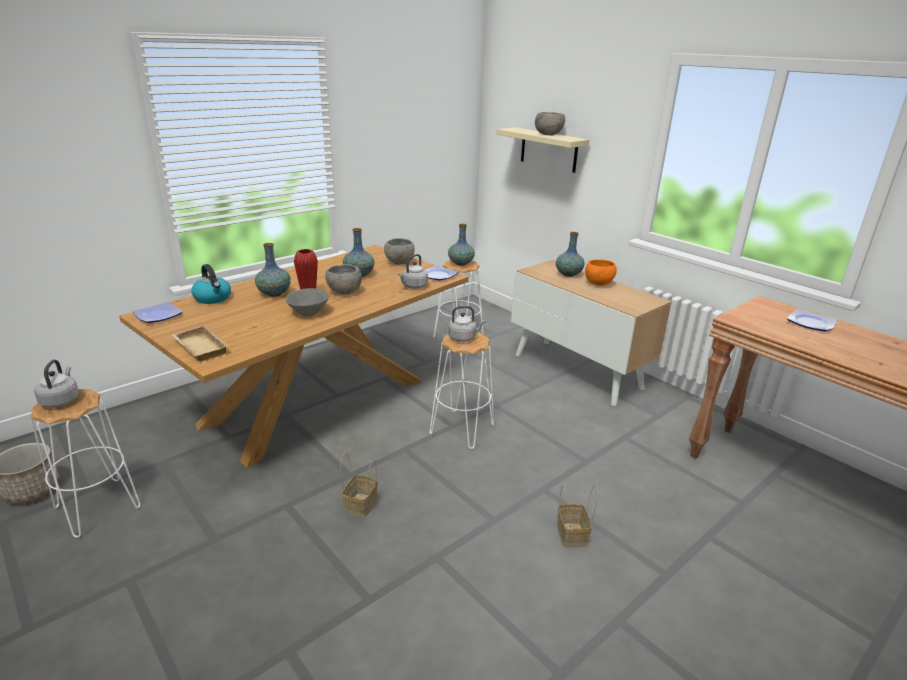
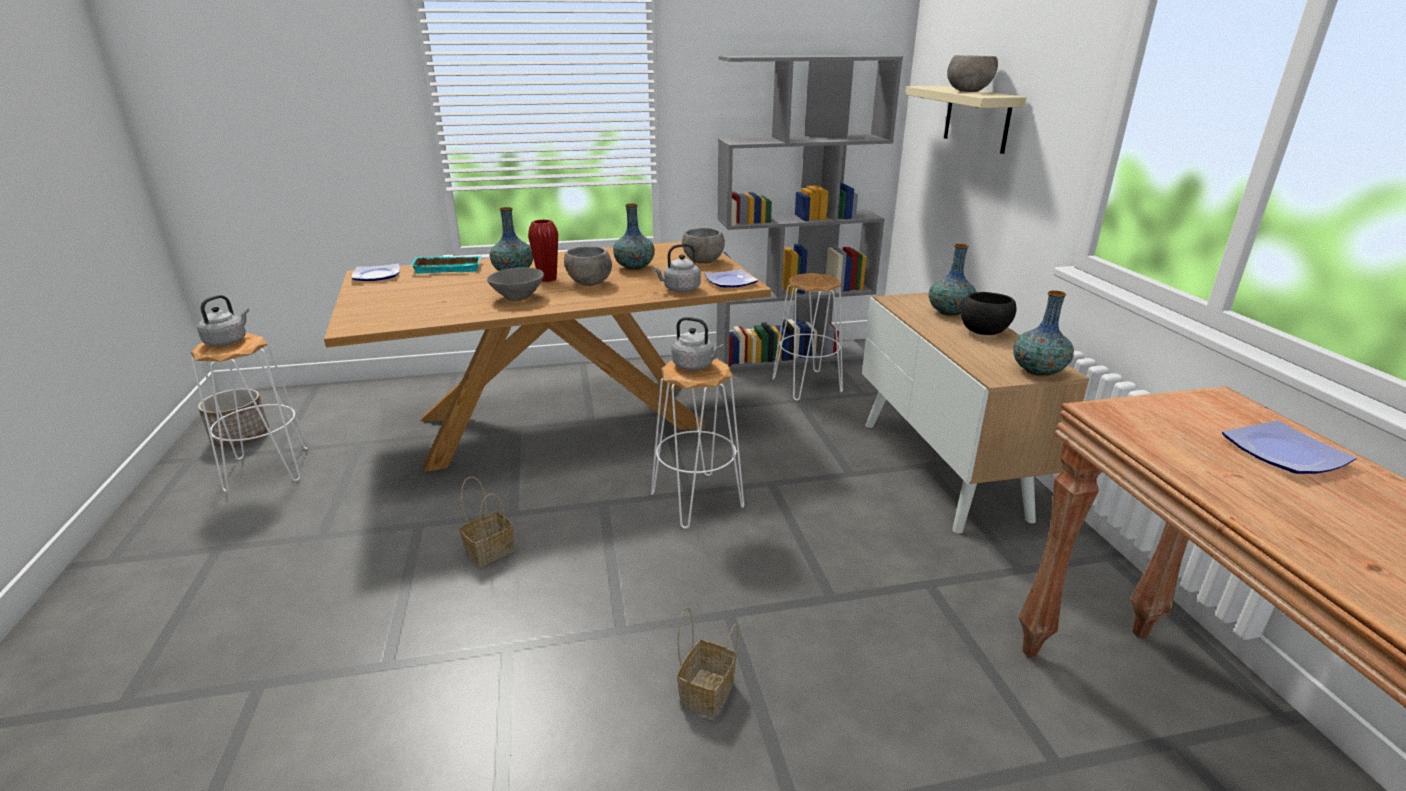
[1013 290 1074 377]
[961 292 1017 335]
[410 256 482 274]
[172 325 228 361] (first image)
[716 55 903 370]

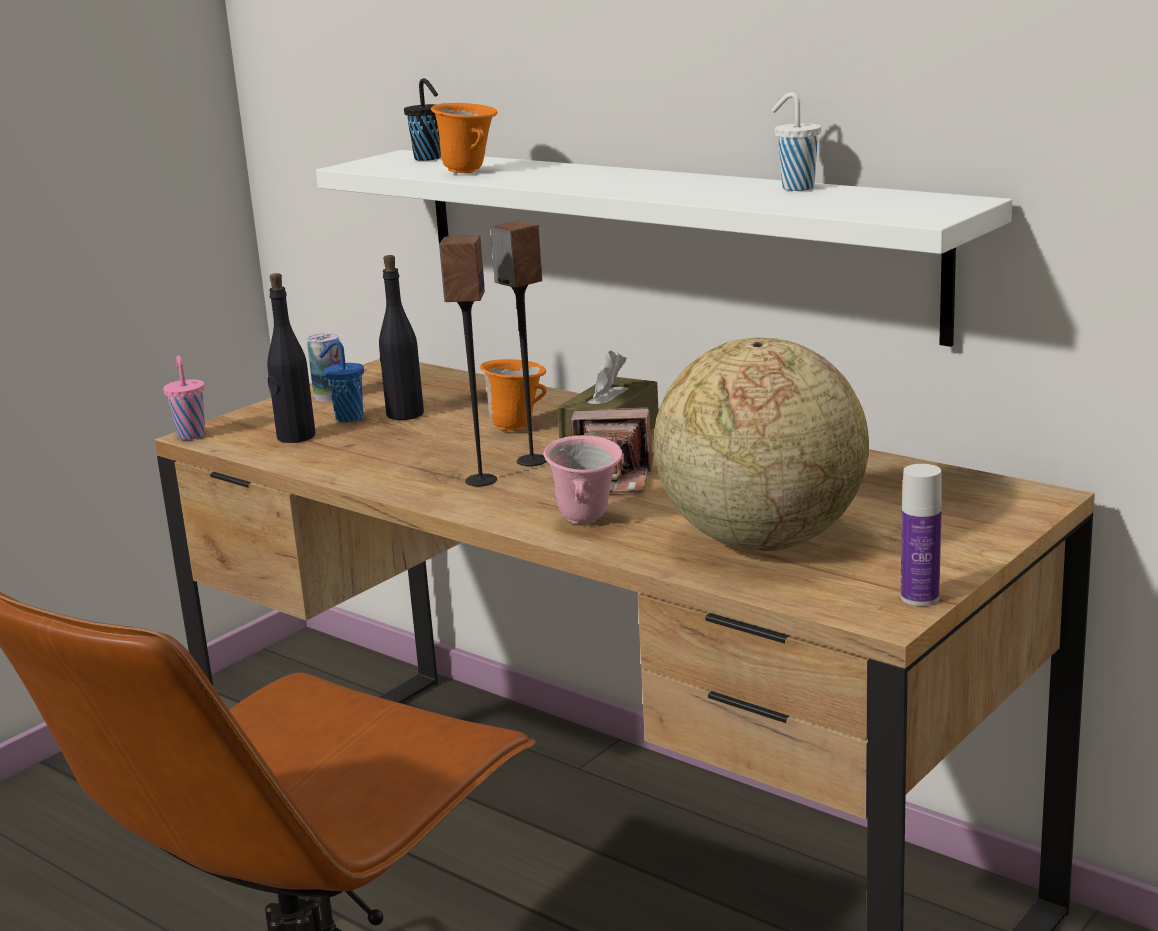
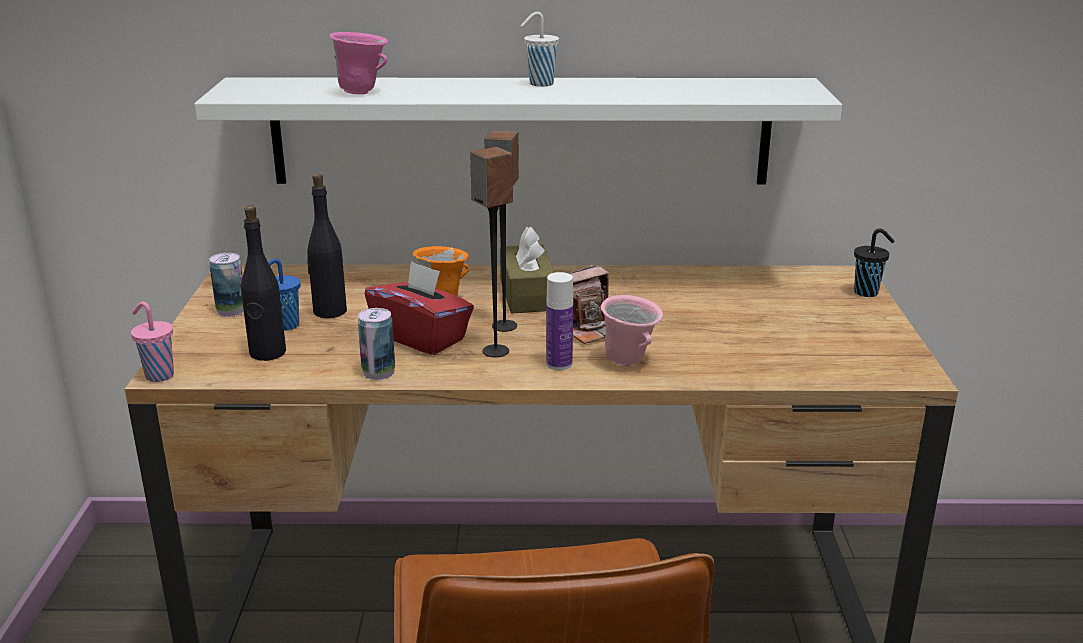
[854 229 895 297]
[521 12 559 87]
[329 32 388 94]
[654 337 869 551] (first image)
[546 272 573 370]
[364 261 474 355]
[358 308 395 380]

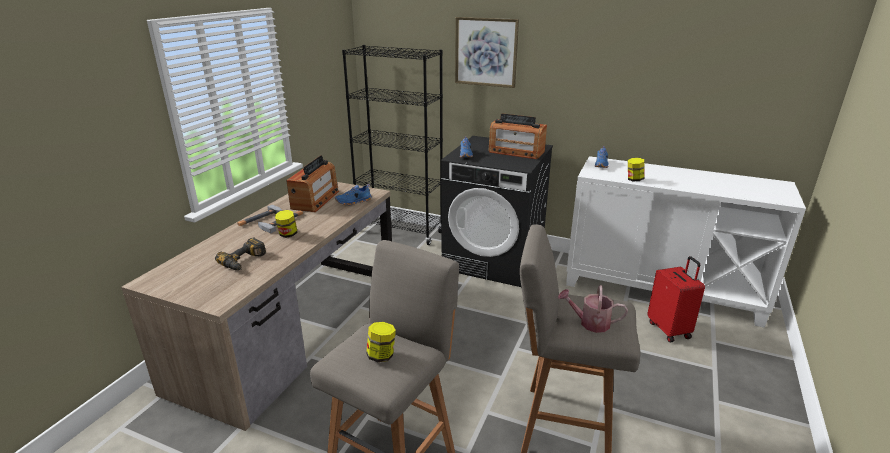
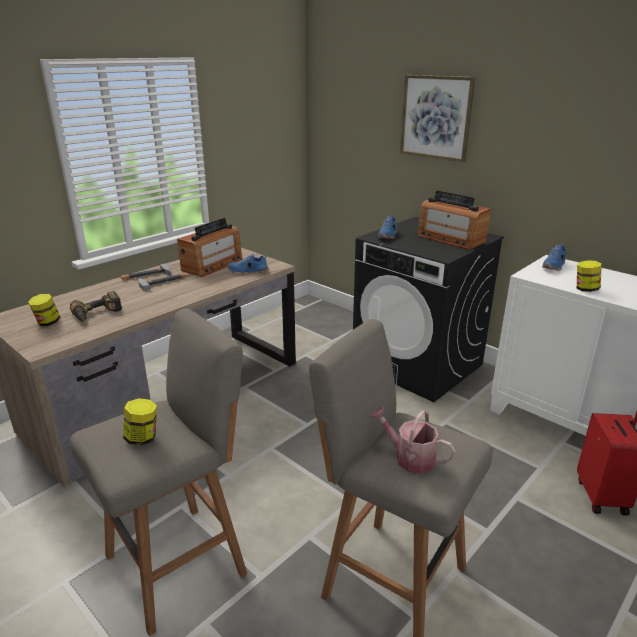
[342 45 443 245] (first image)
[28 294 61 326]

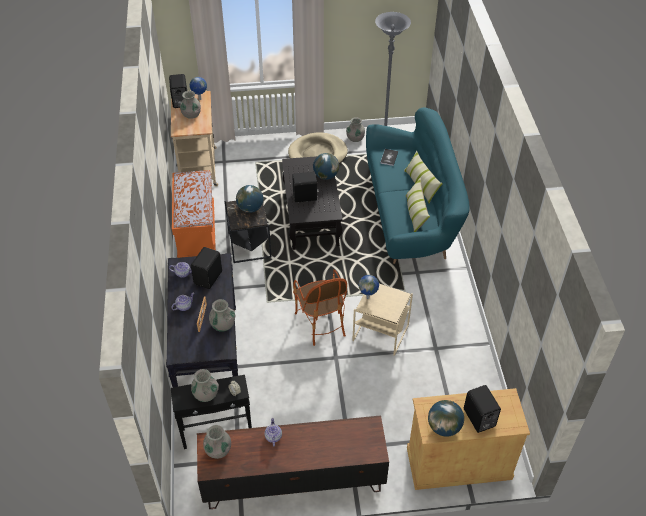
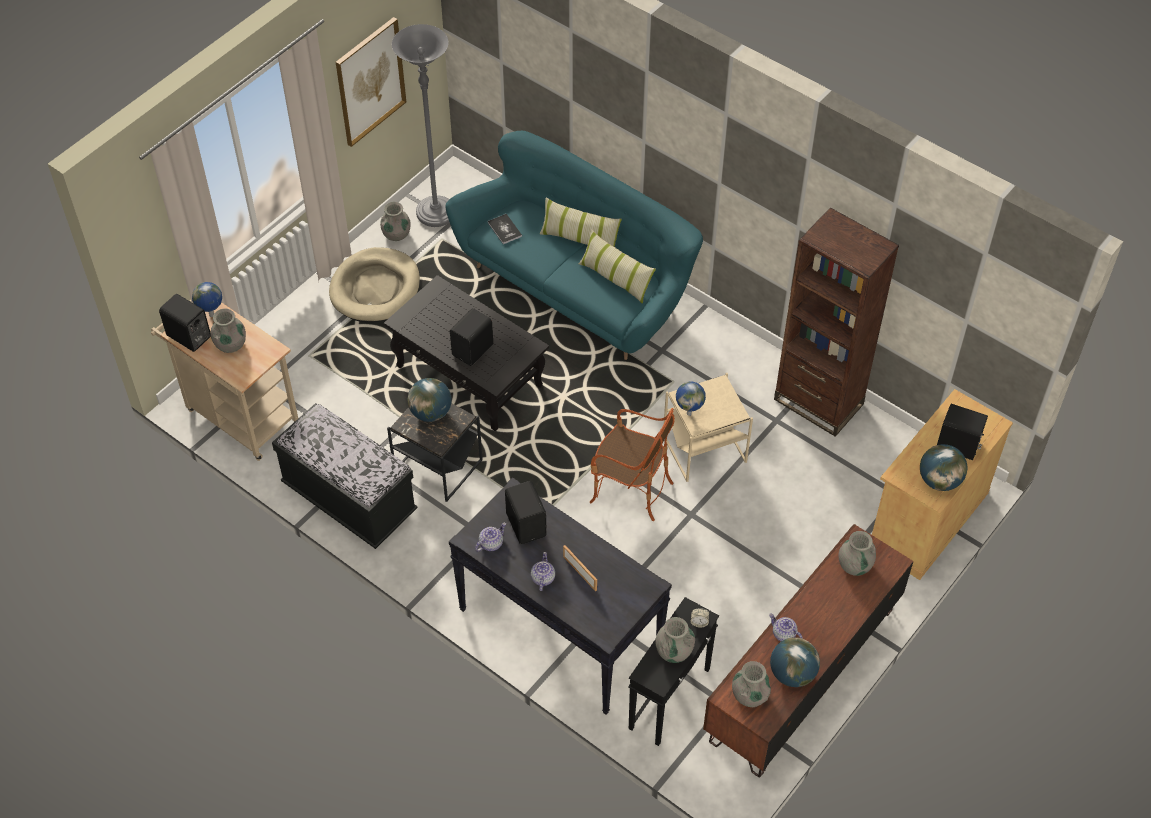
[770 637 820 687]
[272 403 417 549]
[838 531 876 576]
[336 17 406 147]
[774 207 899 437]

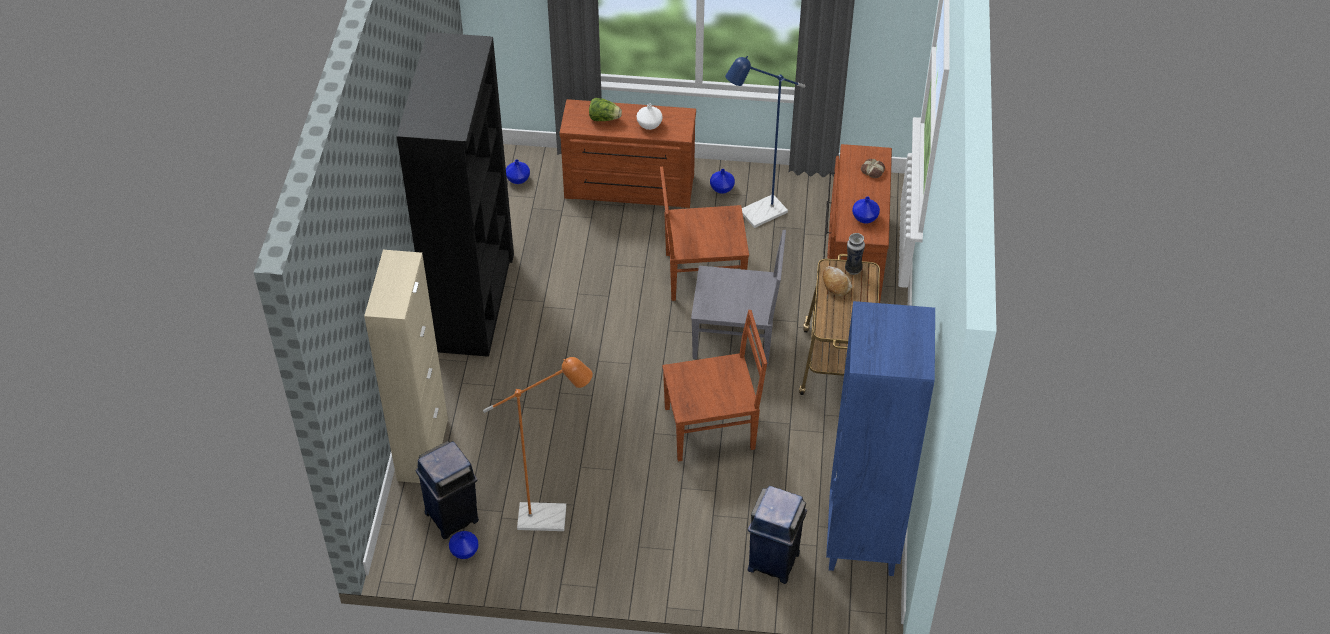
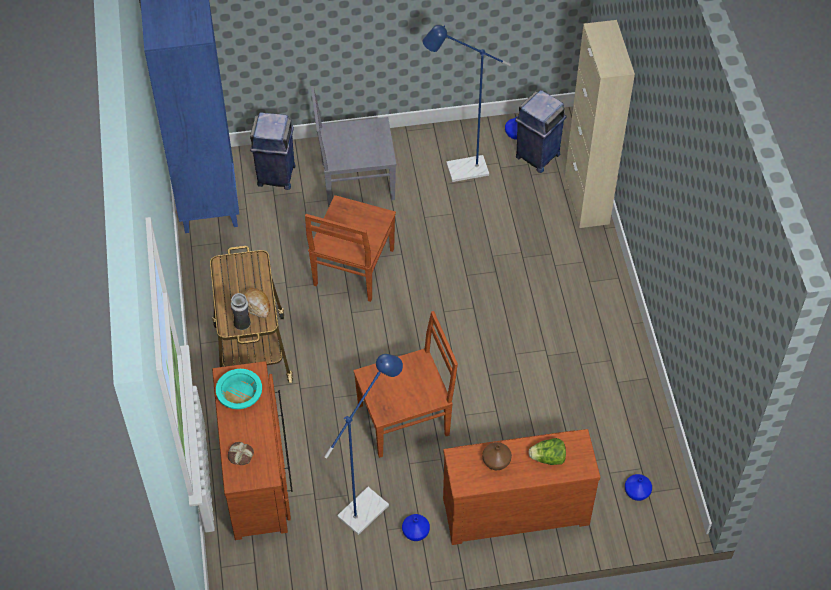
[396 32 514 357] (first image)
[482 442 512 470]
[216 369 262 409]
[311 86 396 207]
[305 195 396 302]
[422 25 511 182]

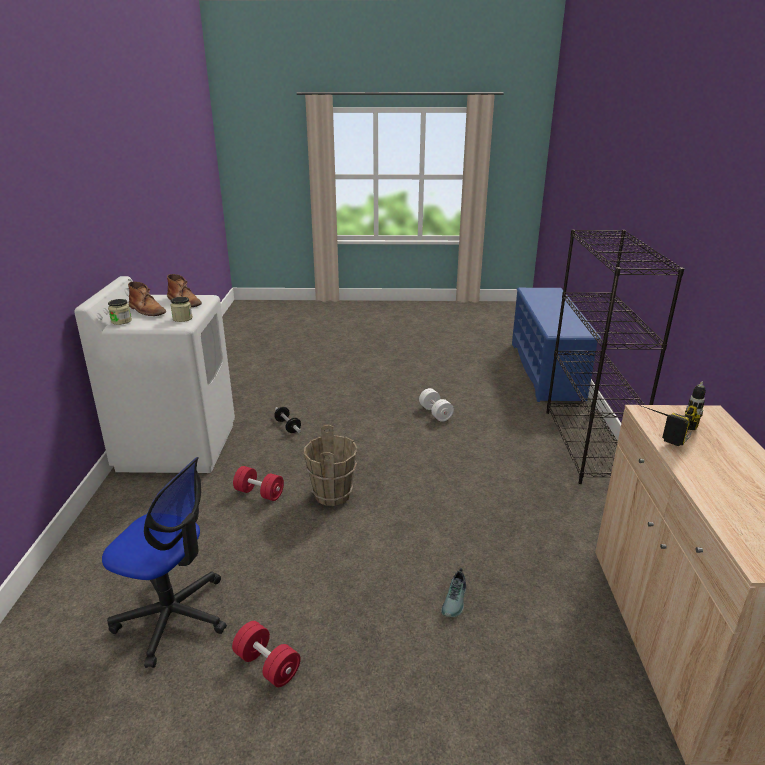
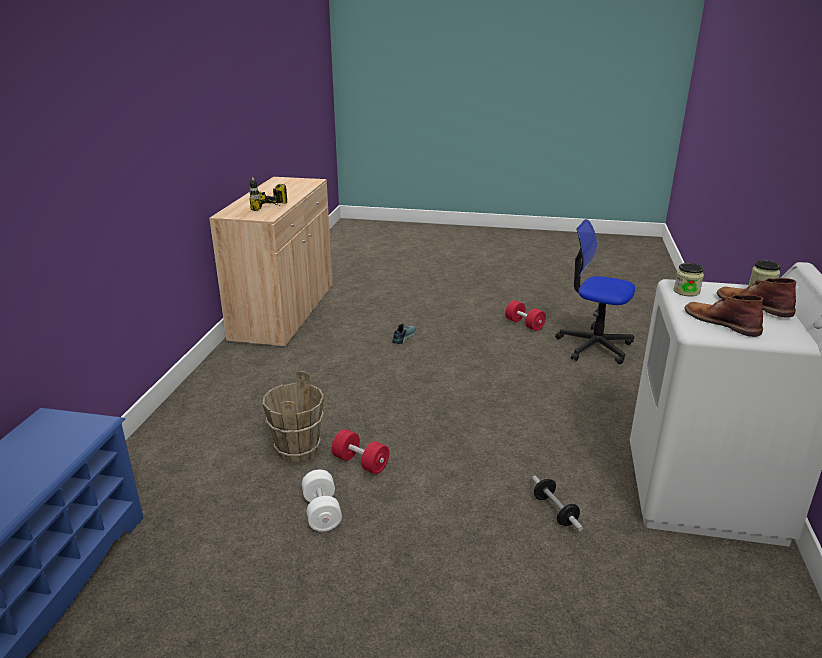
[546 230 684 484] (first image)
[263 371 324 462]
[332 429 389 474]

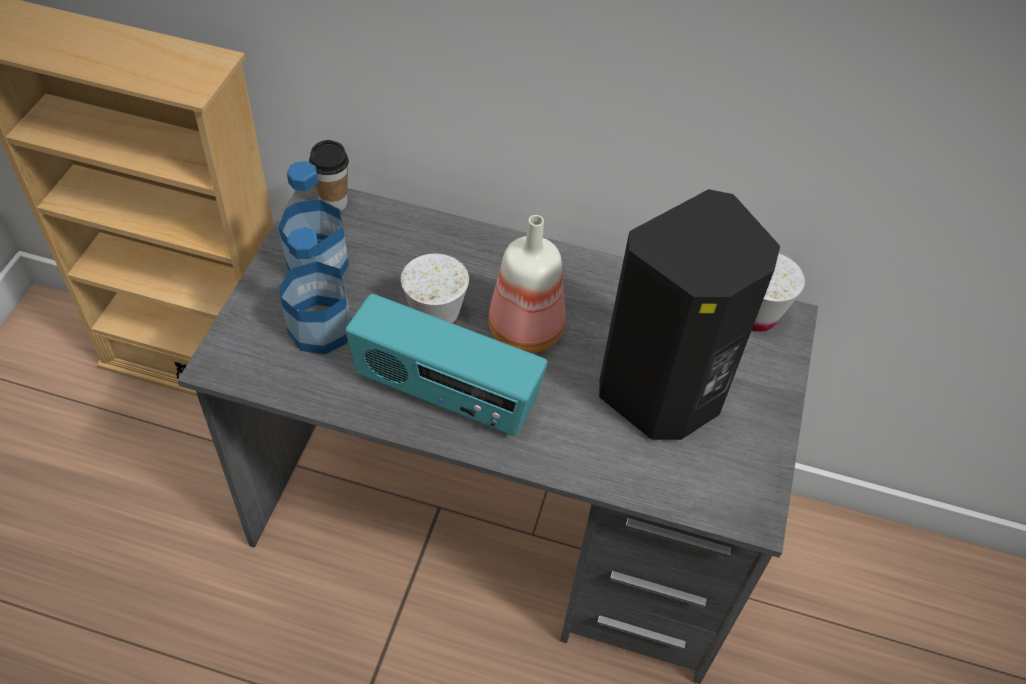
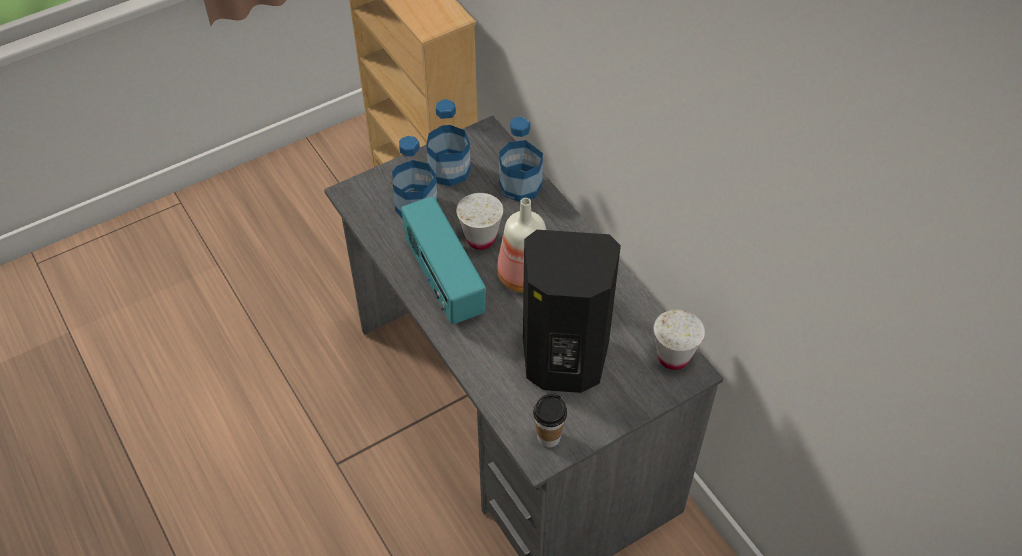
[533 394 567 447]
[499 117 543 202]

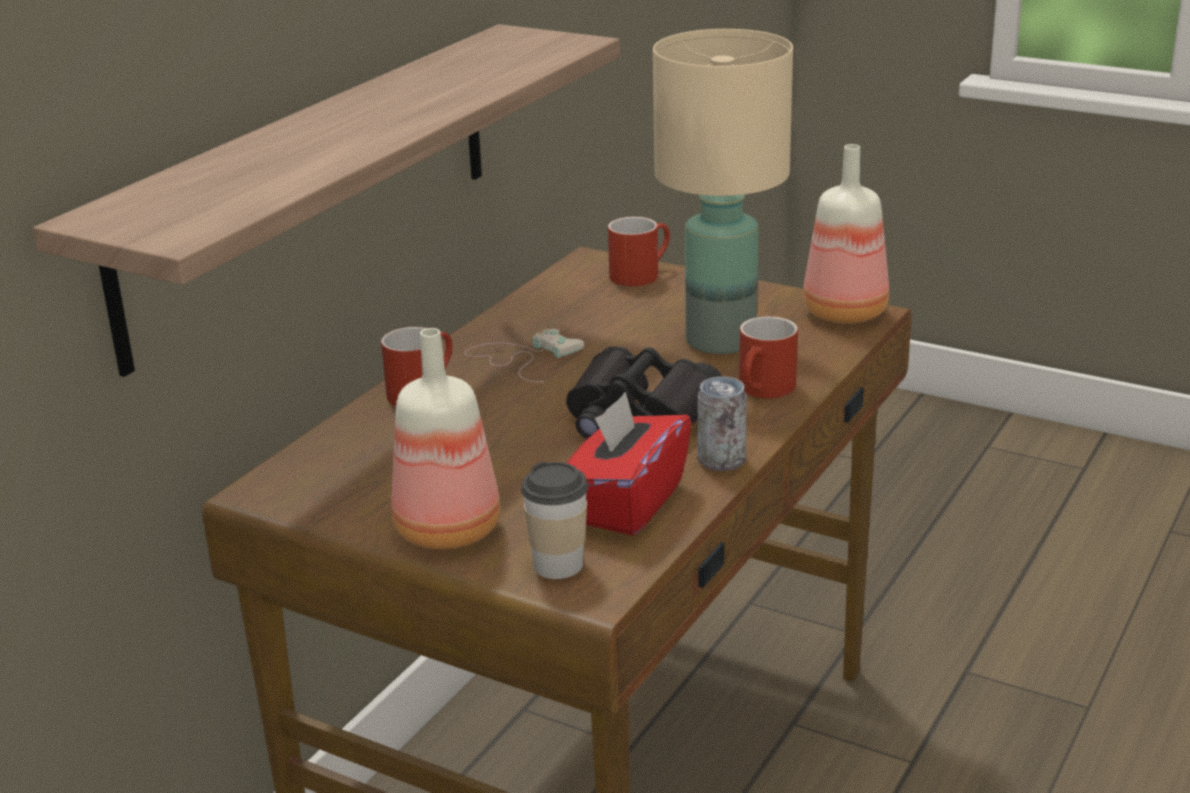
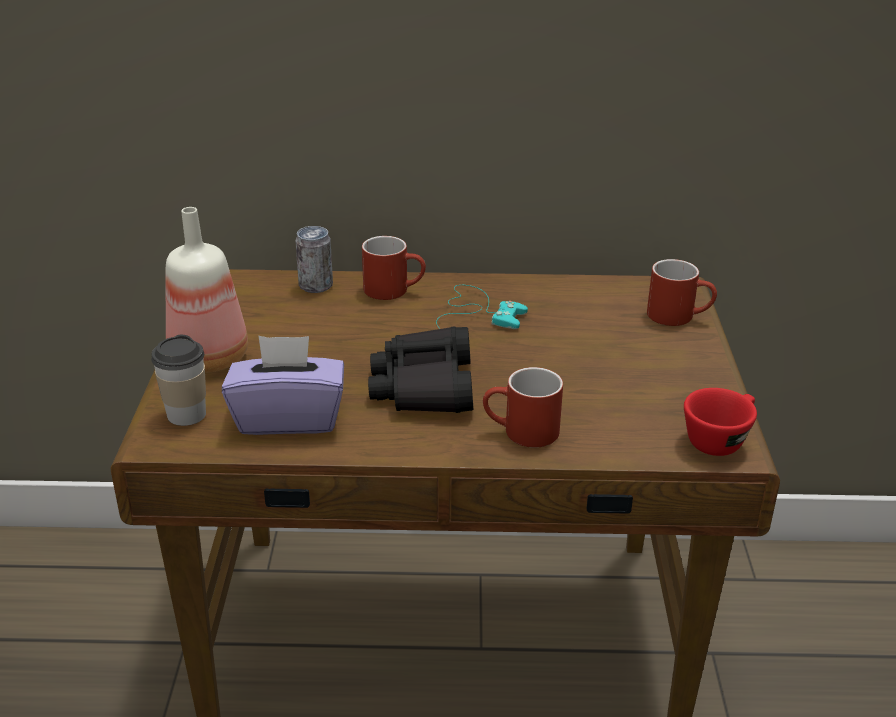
[33 24 620 377] (first image)
[653 29 793 354] (first image)
[684 388 757 456]
[436 285 528 329]
[295 226 333 293]
[222 336 344 435]

